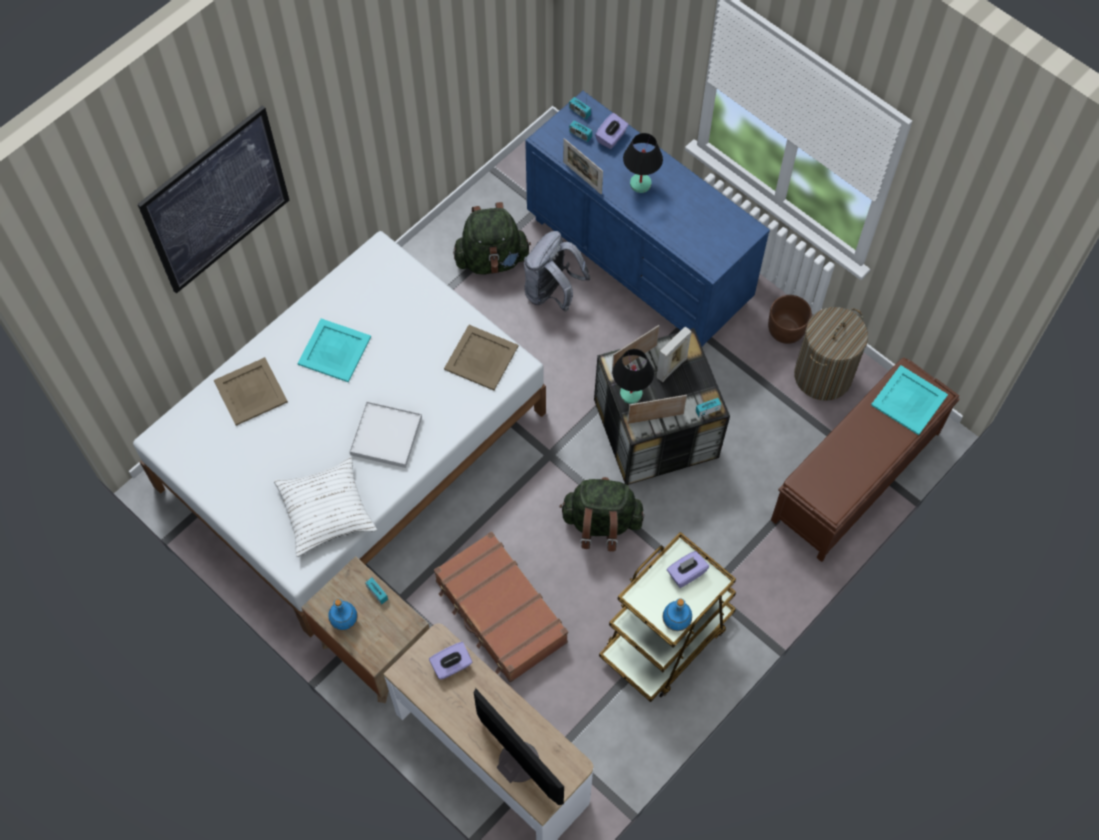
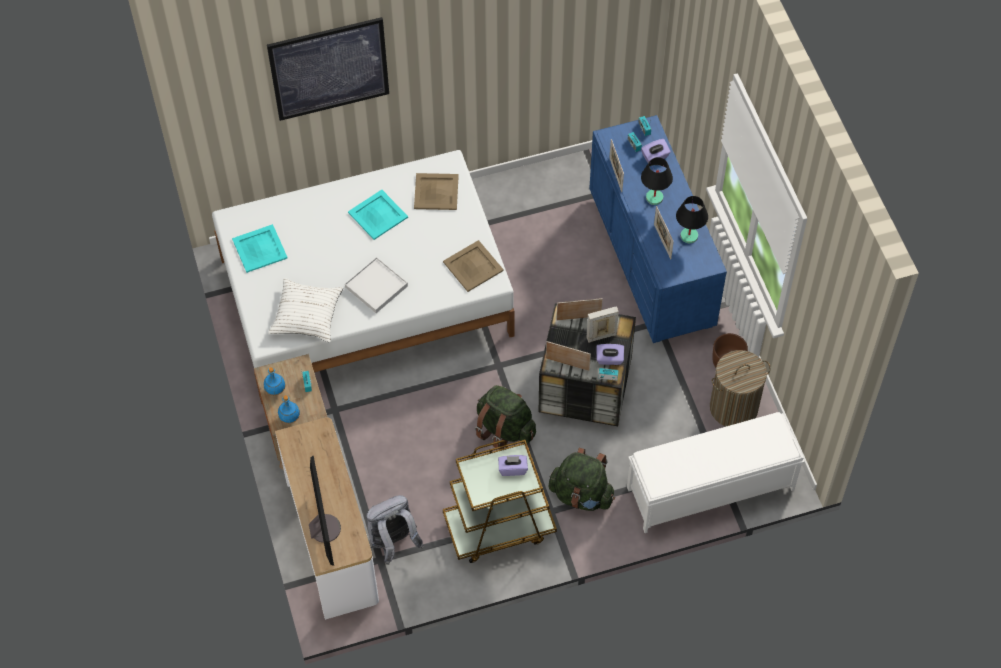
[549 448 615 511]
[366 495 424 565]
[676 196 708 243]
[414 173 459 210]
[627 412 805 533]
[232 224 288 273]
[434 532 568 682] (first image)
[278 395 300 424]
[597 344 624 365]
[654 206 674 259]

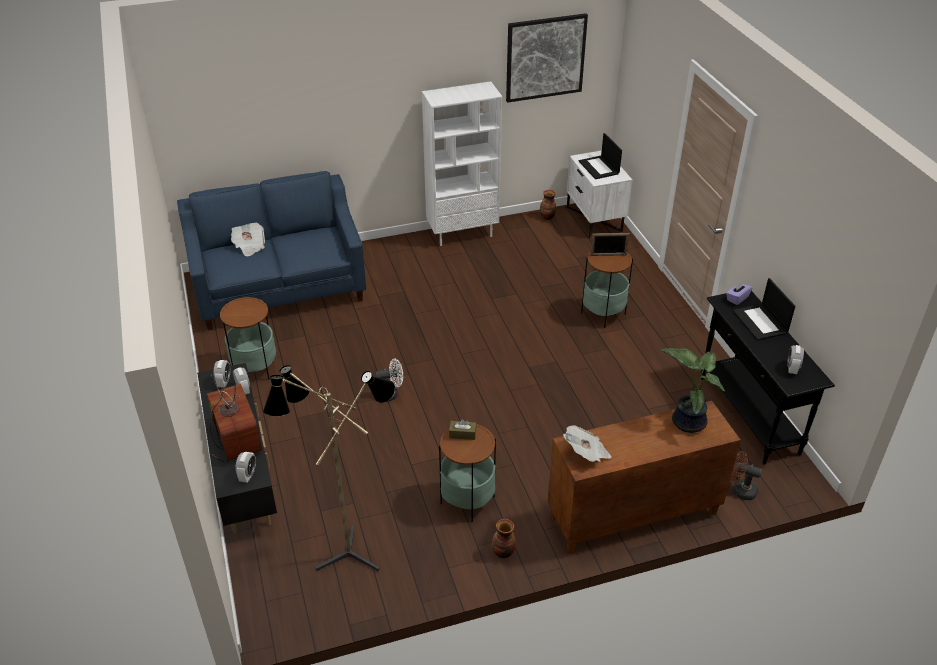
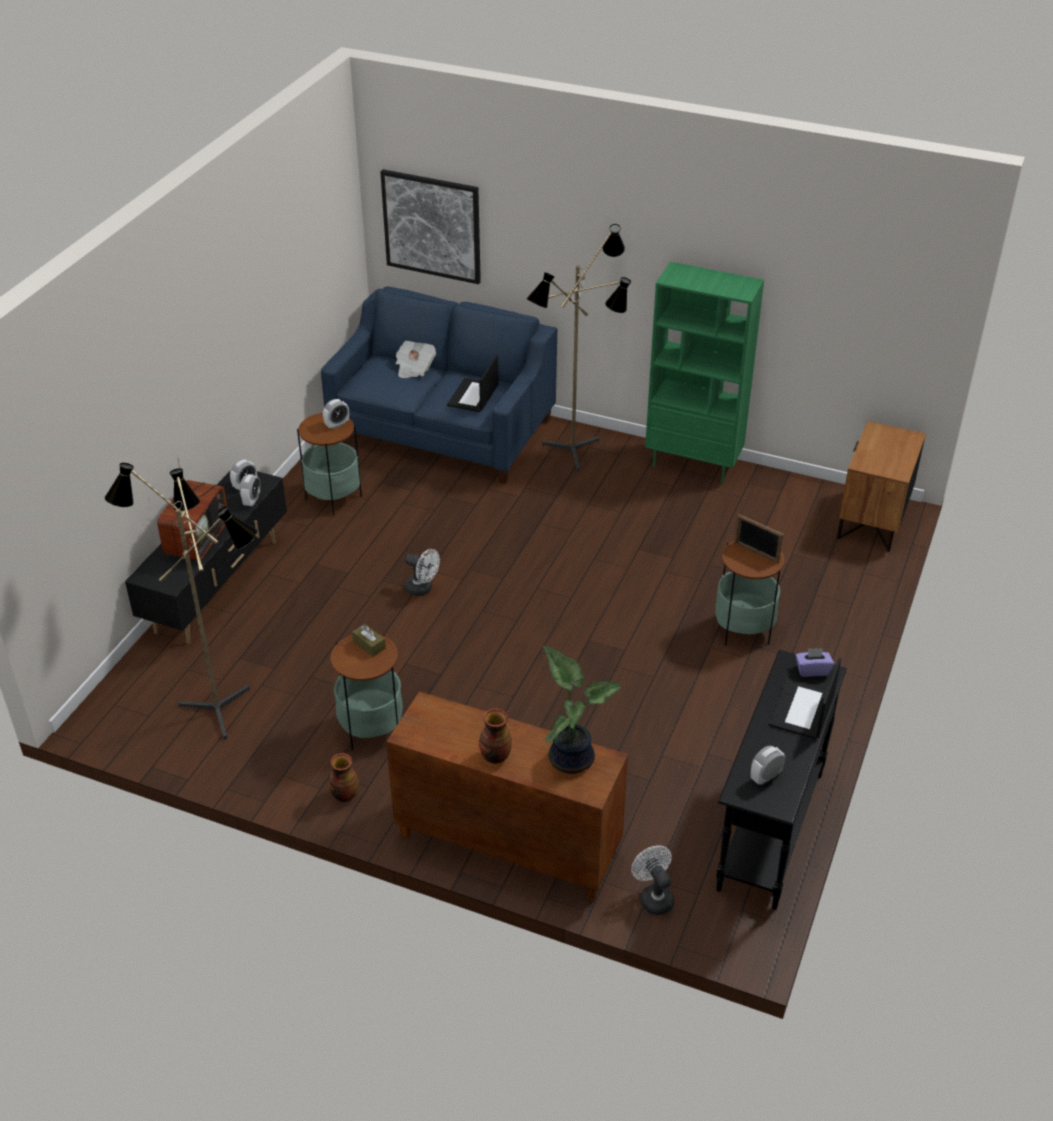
[380 169 481 284]
[645 262 764 483]
[447 355 498 412]
[837 421 926 552]
[479 709 512 764]
[563 425 612 462] (first image)
[631 845 674 915]
[323 399 349 429]
[526 224 631 471]

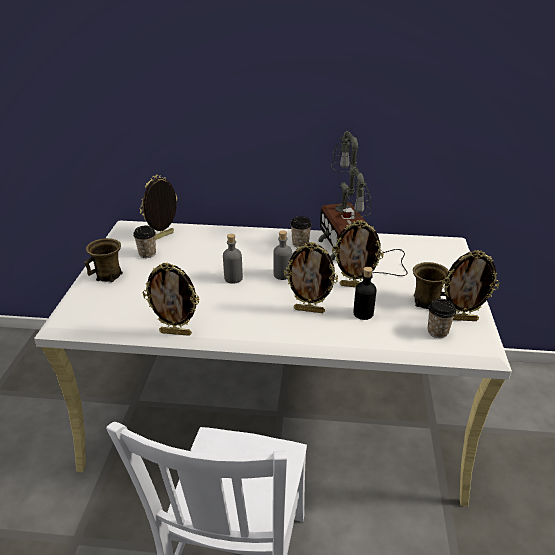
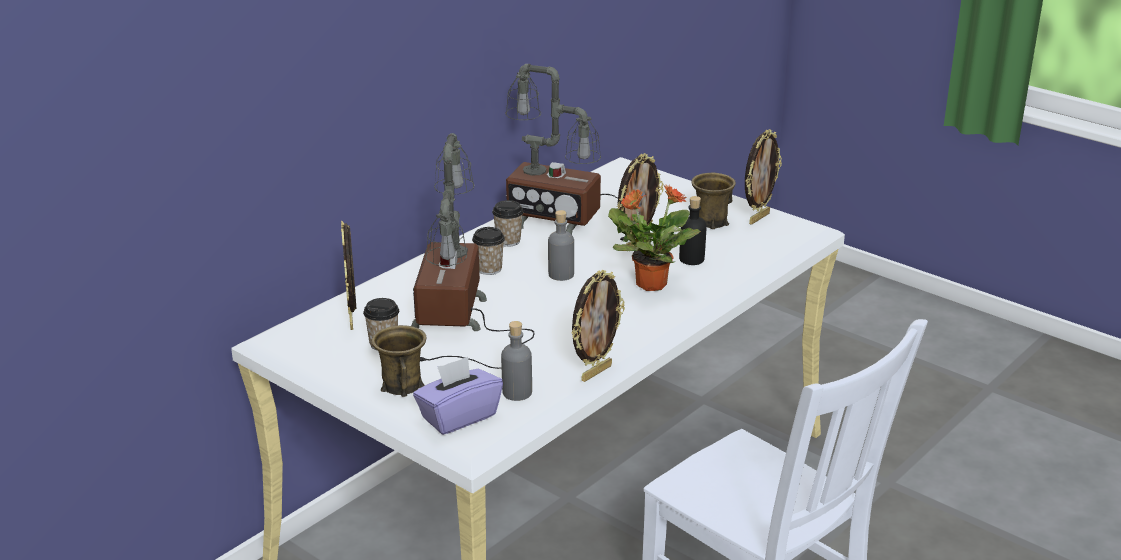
[501 321 532 401]
[608 184 701 291]
[472 227 505 275]
[411 133 535 369]
[413 357 503 435]

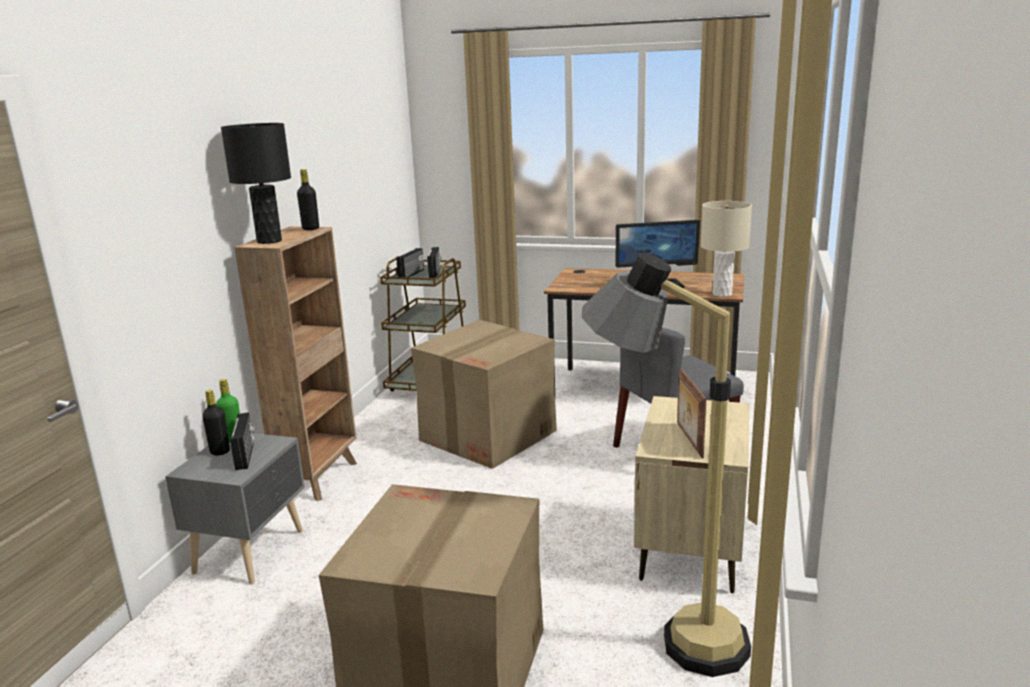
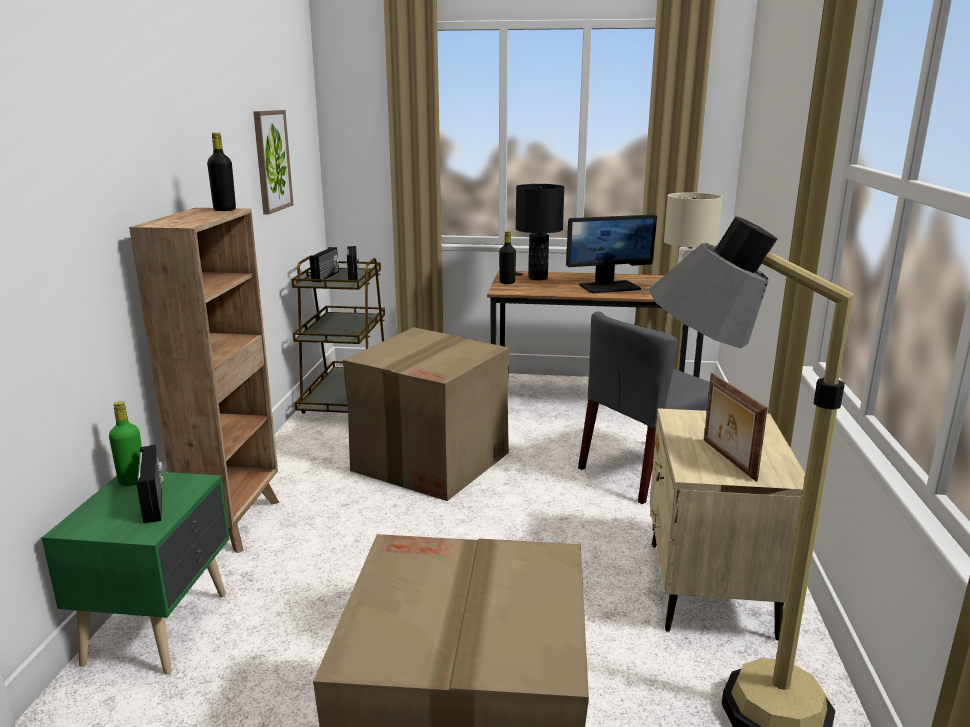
[516 184 565 280]
[499 231 516 284]
[41 472 229 675]
[253 110 293 215]

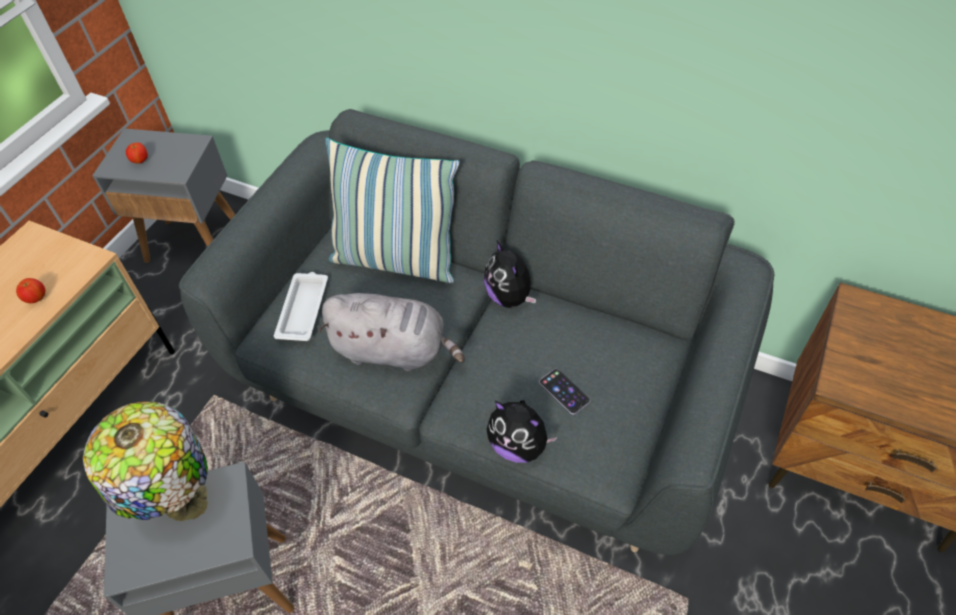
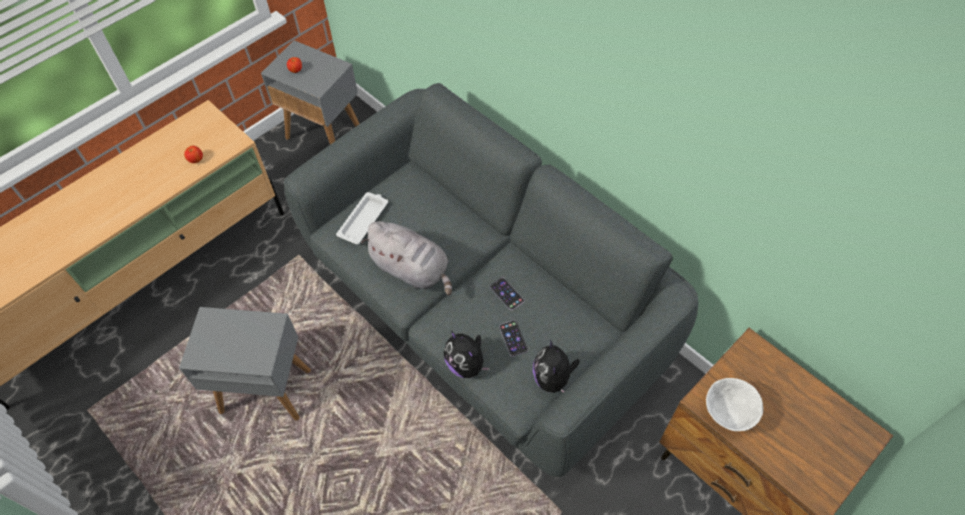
[325 138 460 283] (first image)
[533 339 580 393]
[83 401 208 522] (first image)
[490 277 524 310]
[706 378 763 431]

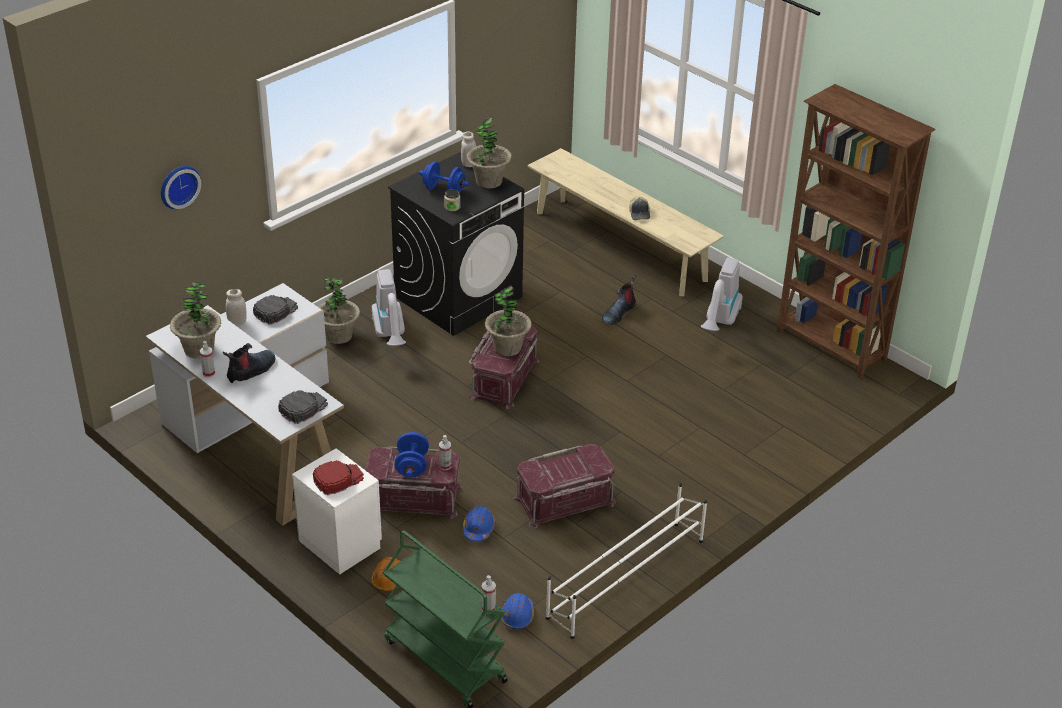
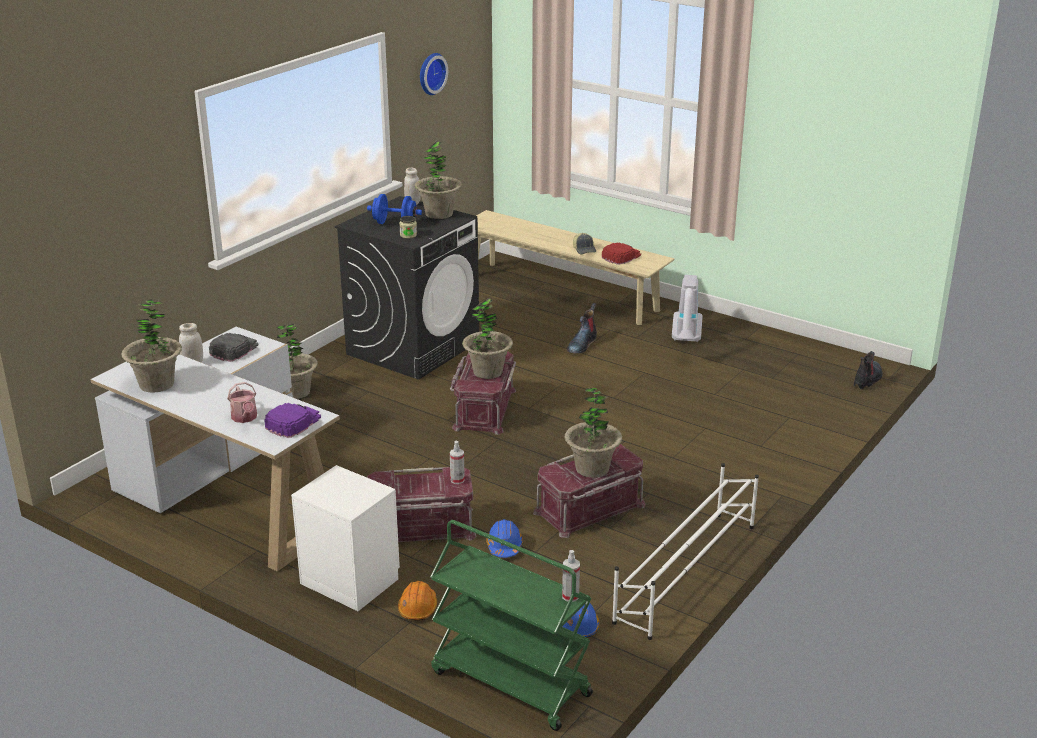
[777 84 936 379] (first image)
[420 53 448 95]
[372 269 406 346] (first image)
[200 341 215 377] (first image)
[854 351 883 389]
[264 403 321 438]
[394 432 429 478] (first image)
[602 242 641 265]
[227 382 257 423]
[565 388 622 478]

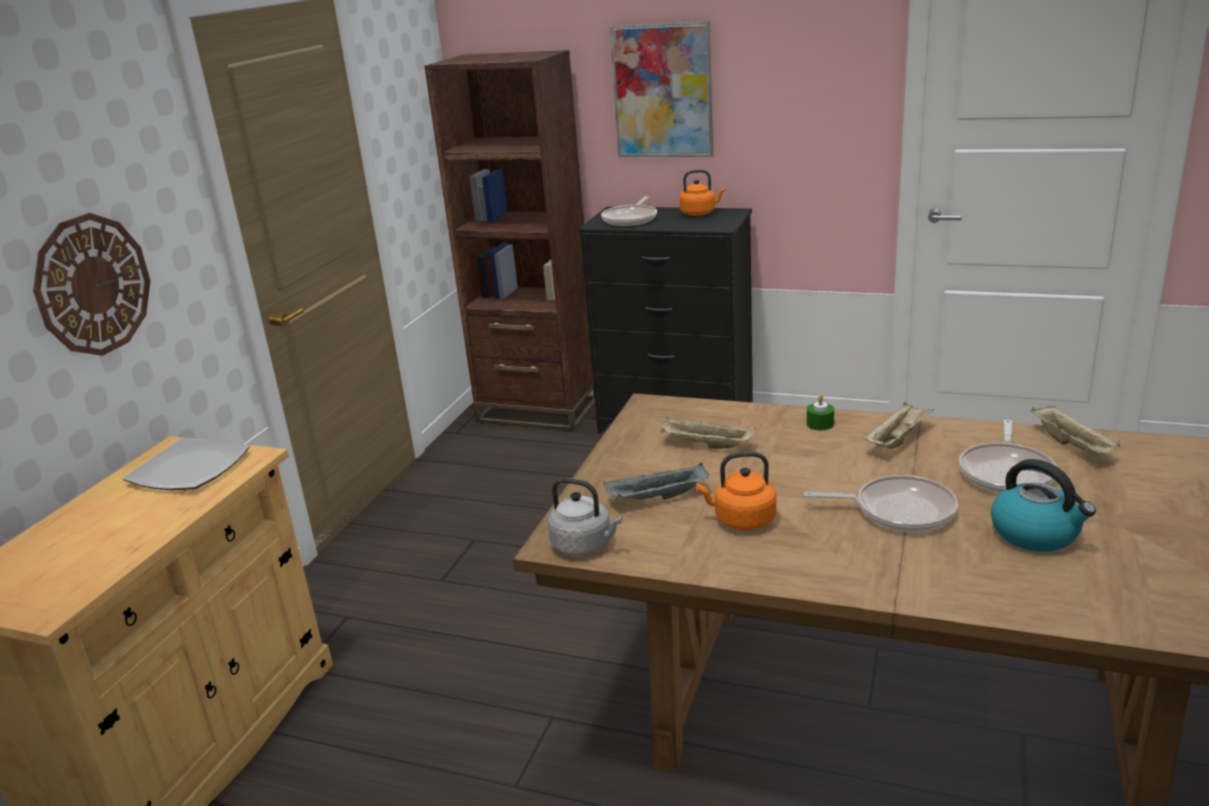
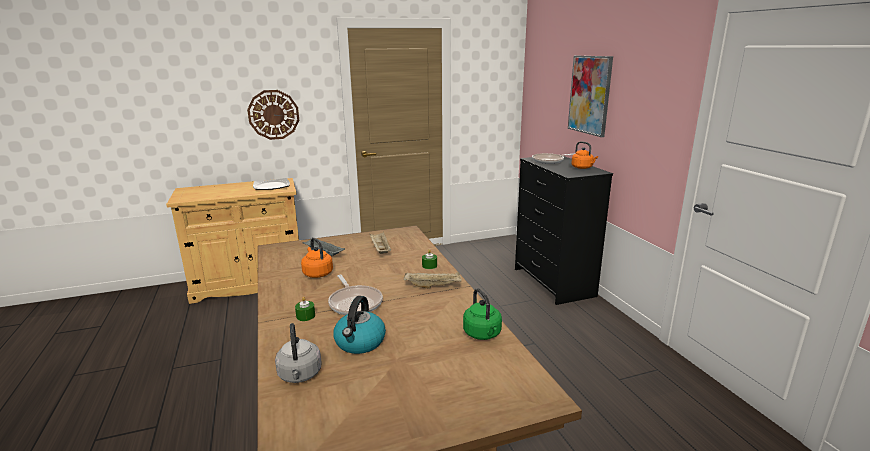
[424 50 595 431] (first image)
[463 288 502 340]
[959 420 1057 493] (first image)
[275 323 322 383]
[295 296 315 321]

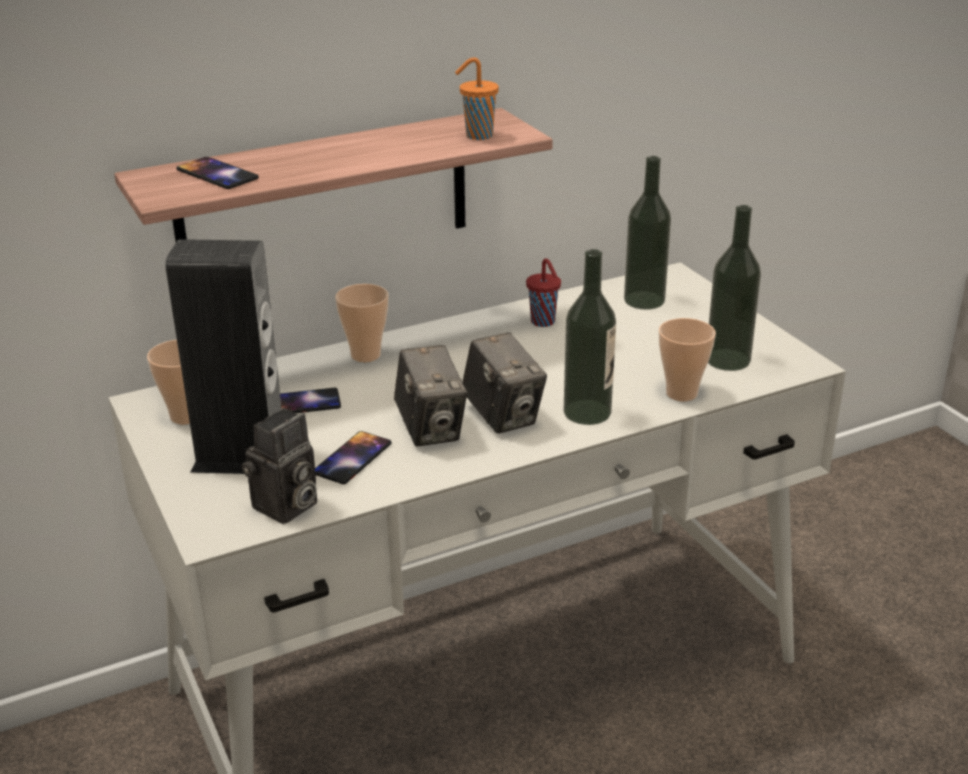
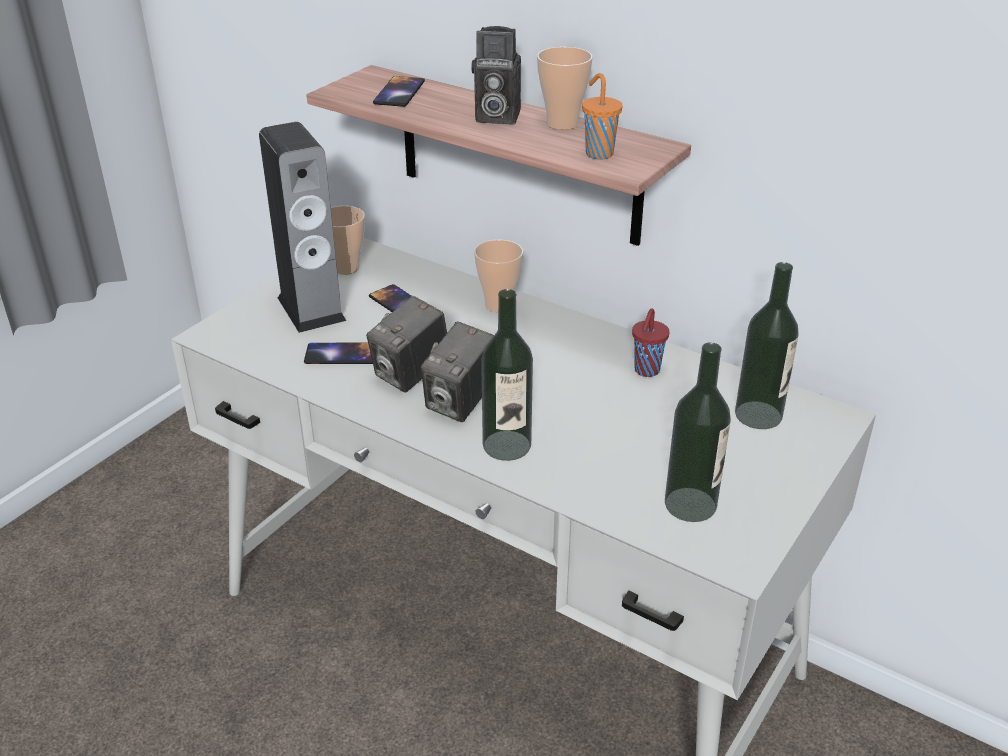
[537 47 593 130]
[472 26 521 125]

